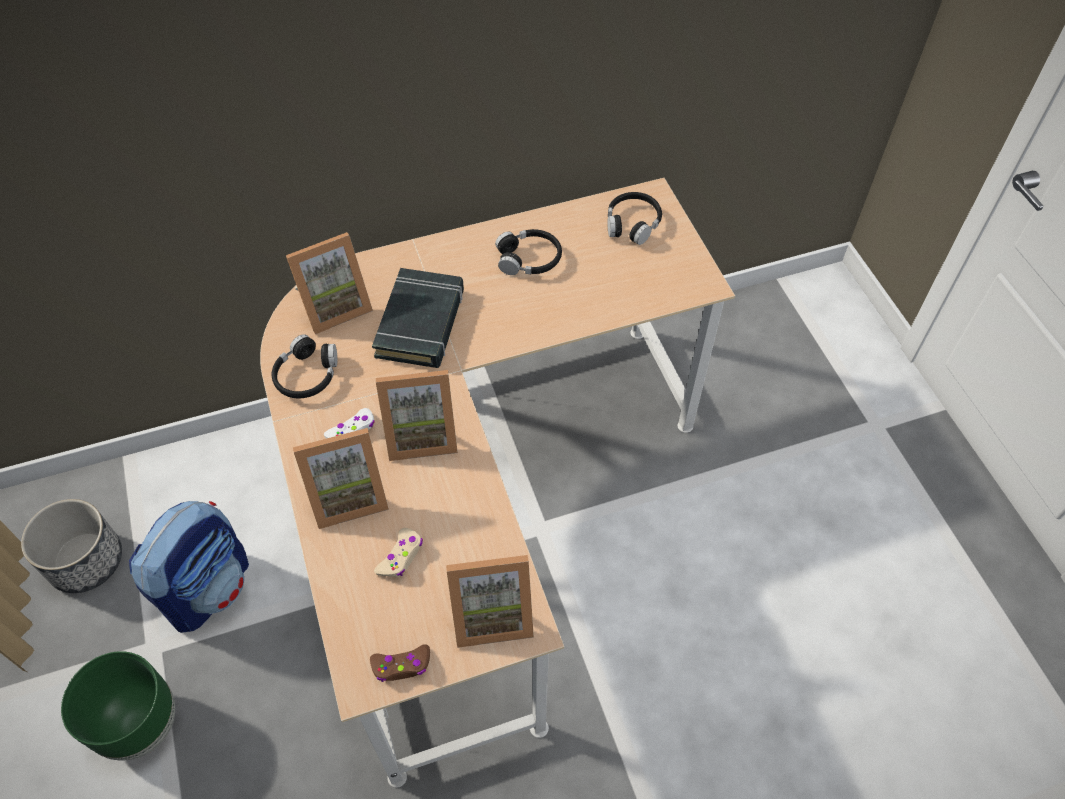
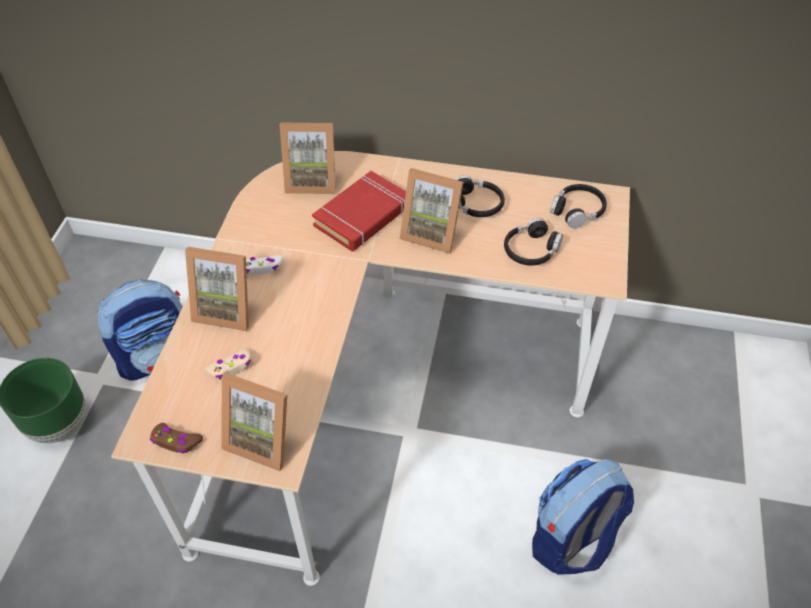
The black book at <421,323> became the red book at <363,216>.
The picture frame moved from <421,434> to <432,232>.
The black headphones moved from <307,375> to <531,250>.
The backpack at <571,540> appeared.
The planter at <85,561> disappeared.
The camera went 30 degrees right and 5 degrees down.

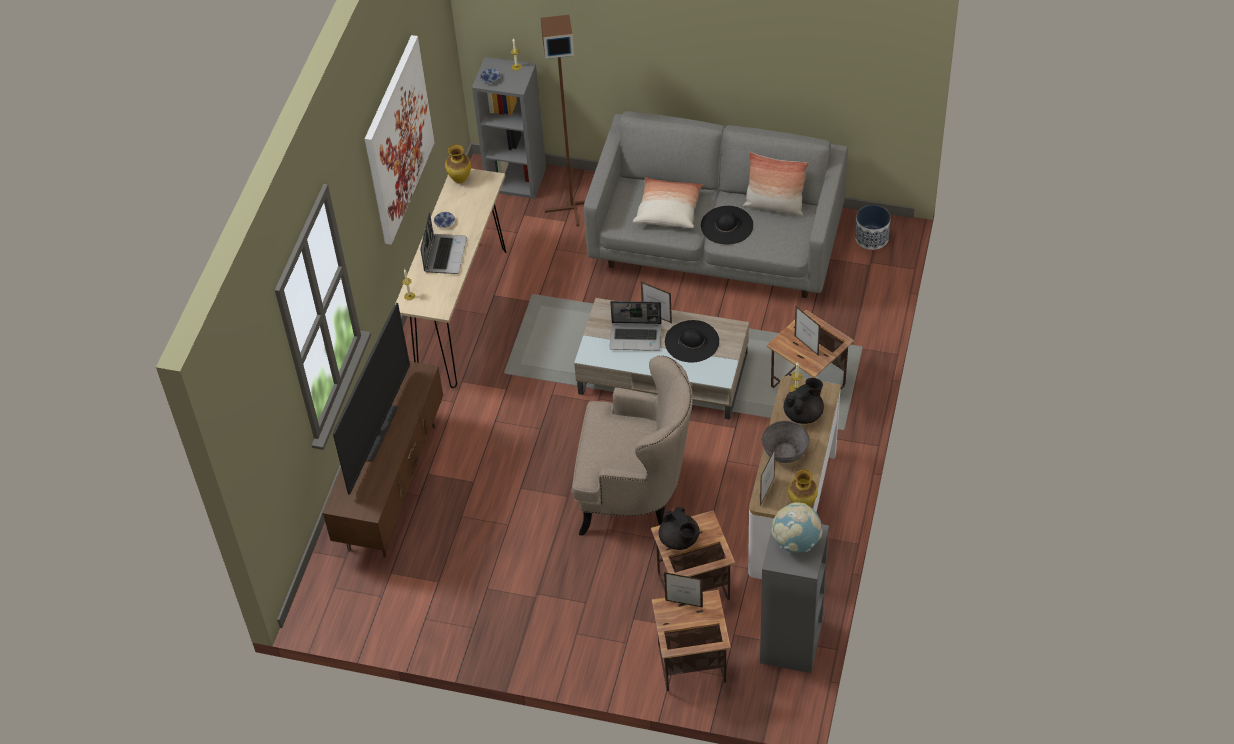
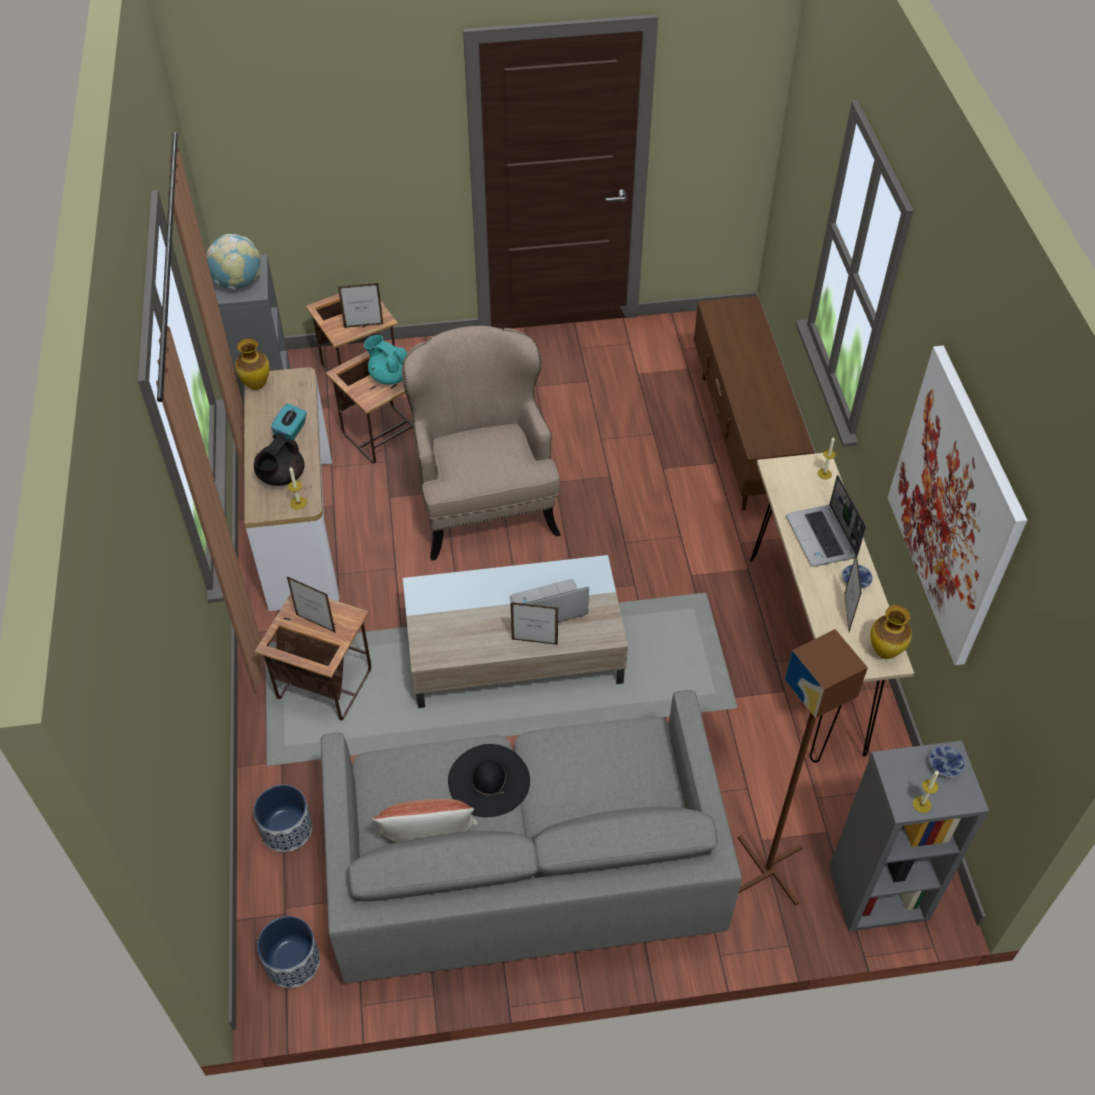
The planter at <287,830> appeared.
The grey bowl at <785,452> was replaced by the turquoise tissue box at <291,430>.
The black teapot at <679,540> became the turquoise teapot at <390,376>.
The beige armchair at <635,493> turned 90 degrees clockwise.
The picture frame moved from <767,491> to <846,613>.
The television at <379,433> disappeared.
The pillow at <668,210> disappeared.
The black hat at <692,341> disappeared.
The camera went 155 degrees right and 0 degrees up.

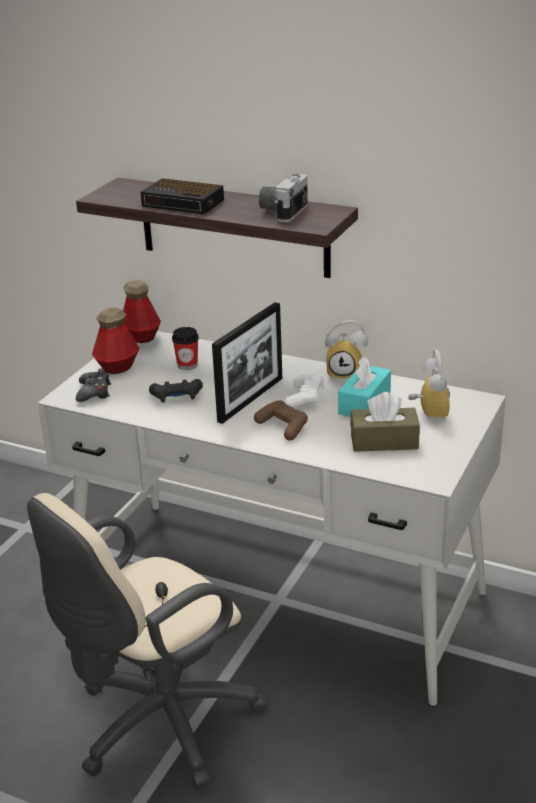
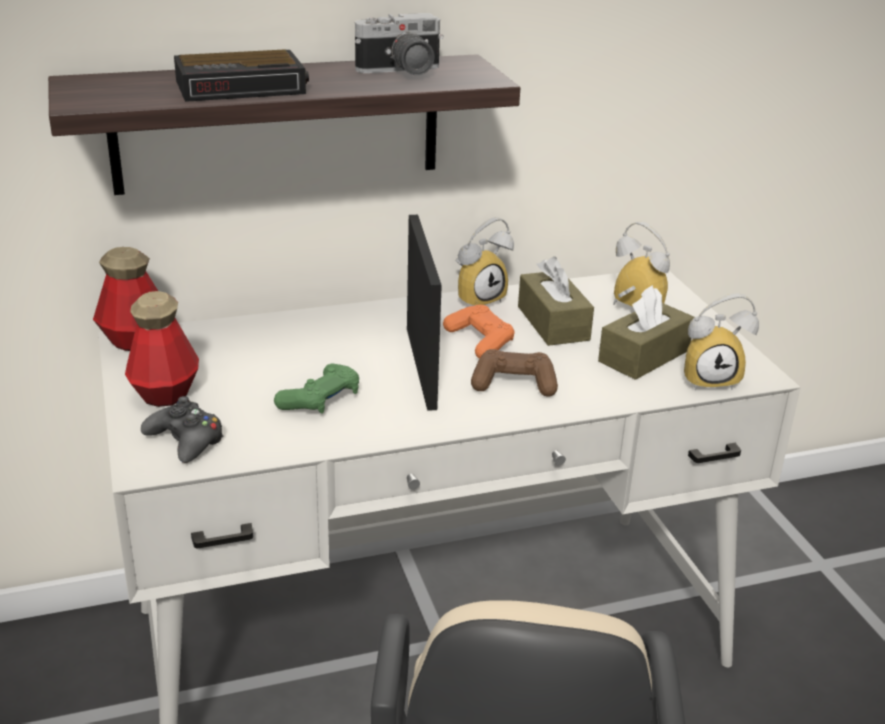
The black game controller at <177,397> became the green game controller at <320,400>.
The photo camera at <282,211> turned 90 degrees counterclockwise.
The white game controller at <305,397> became the orange game controller at <480,341>.
The turquoise tissue box at <364,403> became the brown tissue box at <553,323>.
The alarm clock at <710,379> appeared.
The cup at <187,365> disappeared.
The camera went 45 degrees left and 0 degrees up.

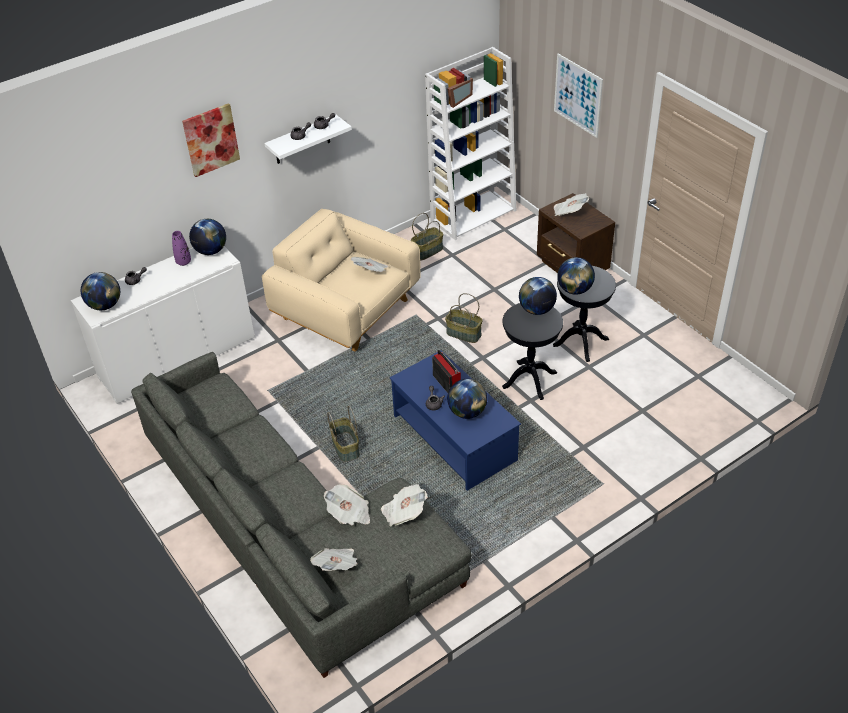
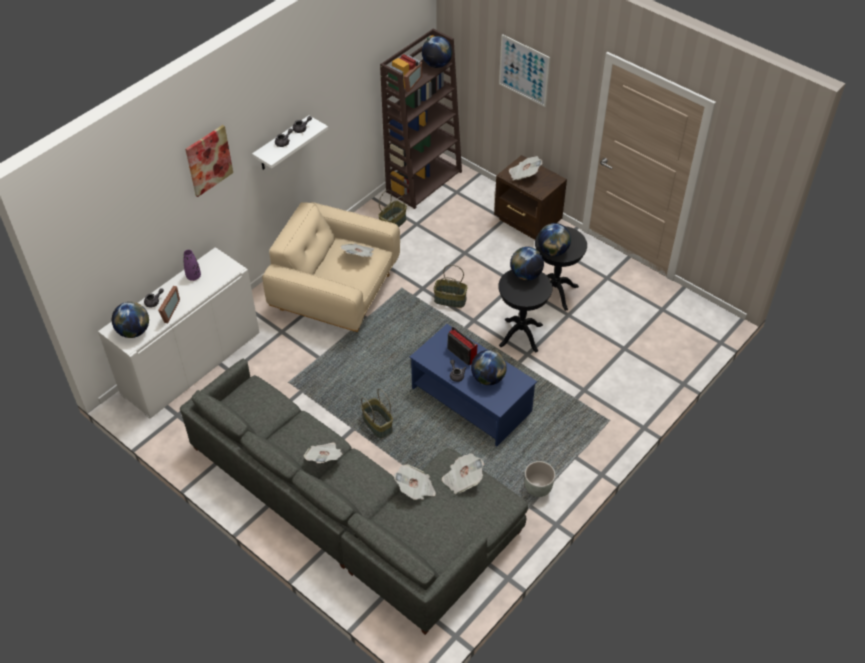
The picture frame at <168,312> appeared.
The newspaper moved from <337,566> to <324,458>.
The white bookcase at <473,214> became the brown bookcase at <424,181>.
The globe moved from <211,251> to <437,65>.
The grey planter at <538,489> appeared.
The camera went 15 degrees left and 5 degrees up.

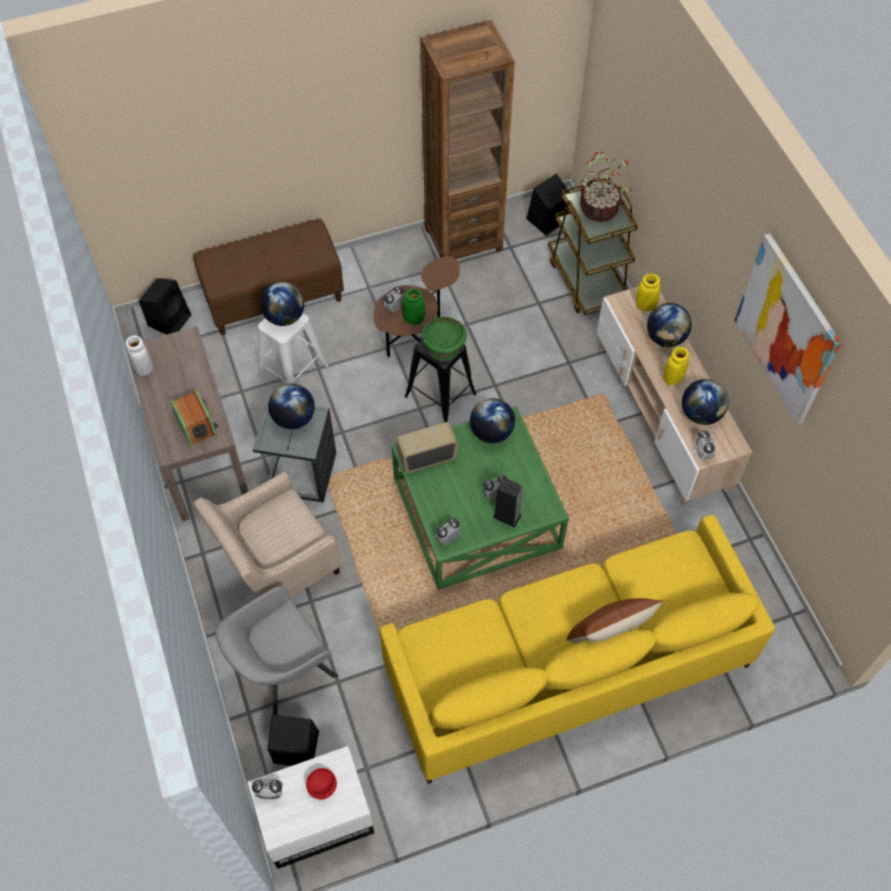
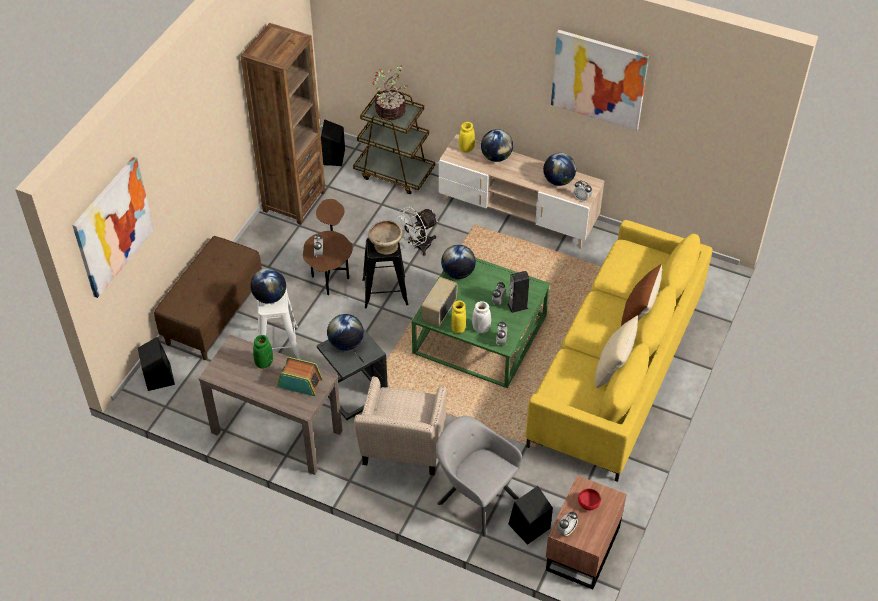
The picture at <113,226> appeared.
The green vase moved from <414,319> to <264,363>.
The green bowl at <444,347> became the beige bowl at <386,245>.
The white fan at <418,246> appeared.
The grey armchair at <282,672> turned 120 degrees clockwise.
The yellow vase moved from <672,378> to <458,328>.
The white vase moved from <143,368> to <481,328>.
The white nightstand at <314,817> became the brown nightstand at <581,549>.
The beige pillow at <613,368> appeared.
The camera went 45 degrees left and 10 degrees down.

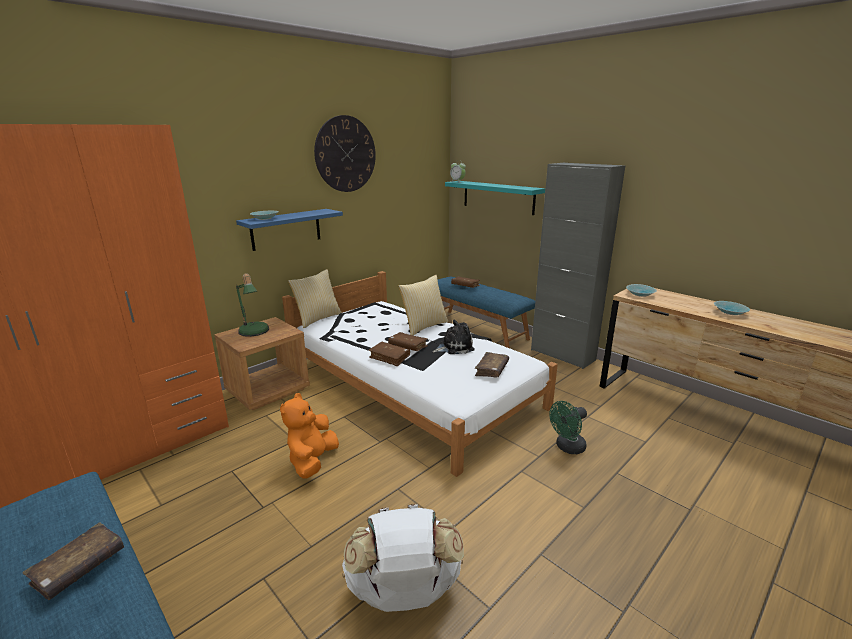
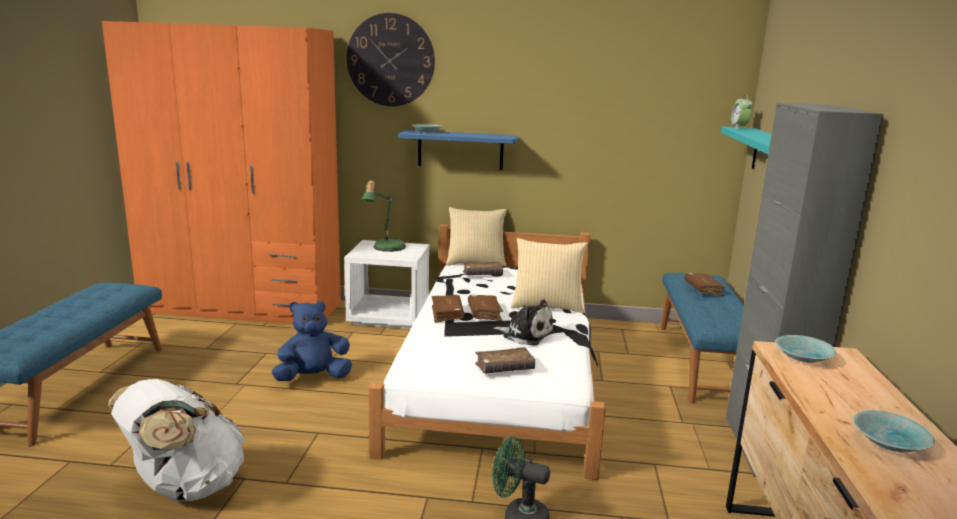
The orange plush toy at <312,461> became the blue plush toy at <313,378>.
The brown nightstand at <268,390> became the white nightstand at <389,316>.
The wall clock moved from <345,154> to <390,60>.
The brown book moved from <79,567> to <482,274>.
The camera went 50 degrees right and 5 degrees down.

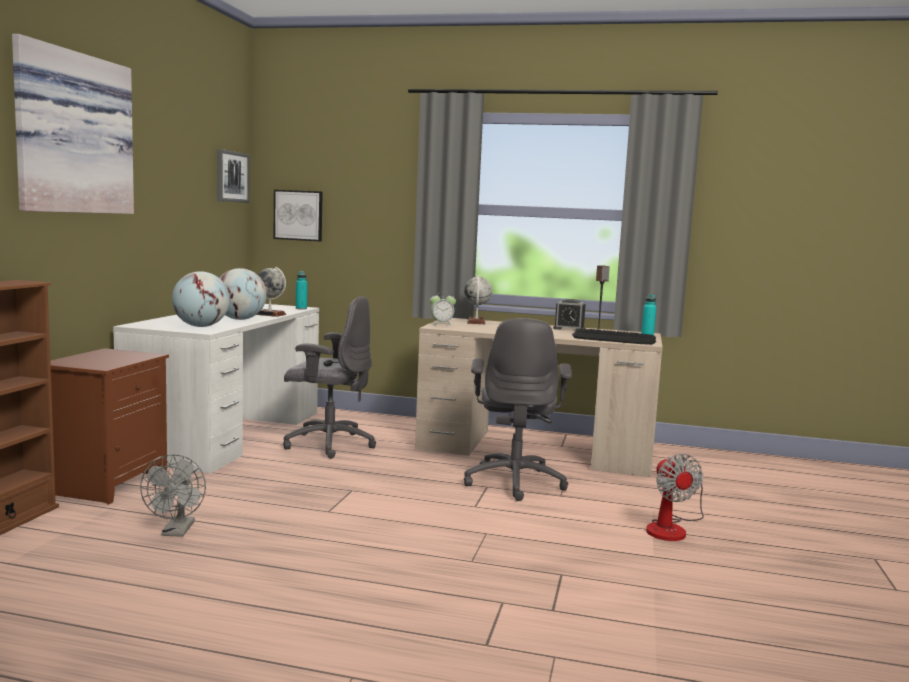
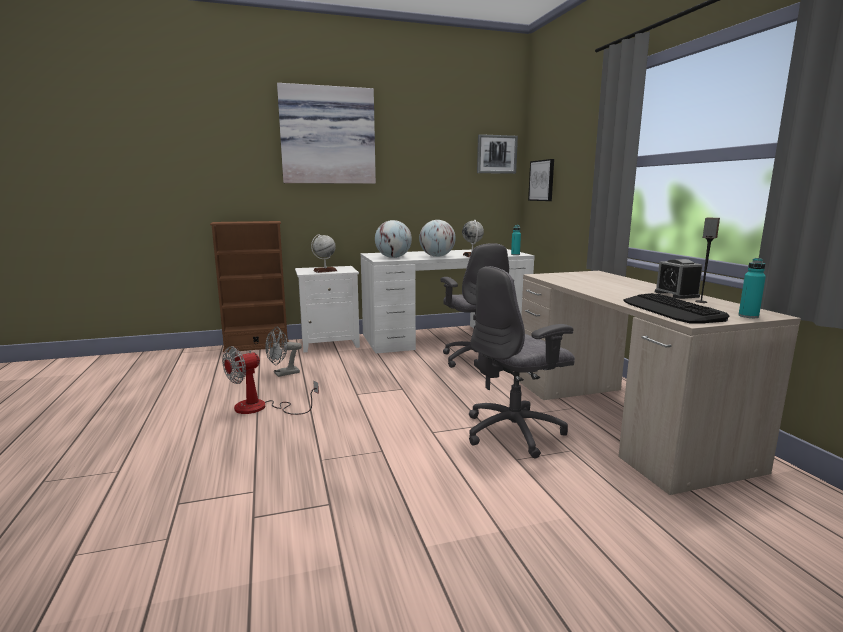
The fan moved from <672,528> to <261,408>.
The brown nightstand at <108,483> became the white nightstand at <330,343>.
The globe moved from <476,322> to <325,271>.
The alarm clock at <442,324> disappeared.
The camera went 60 degrees right and 5 degrees up.

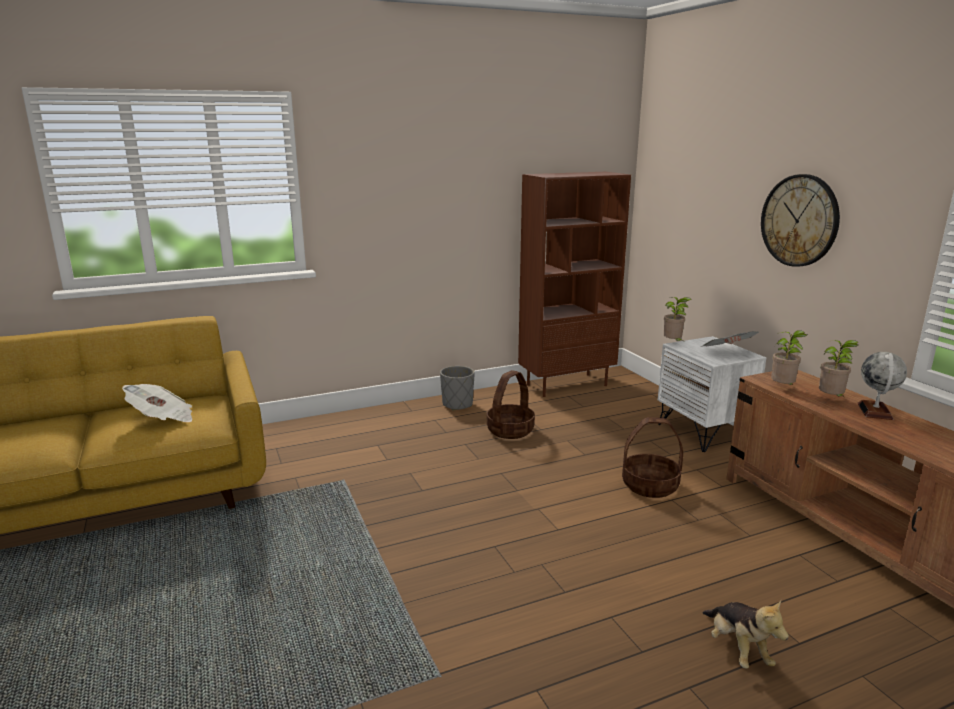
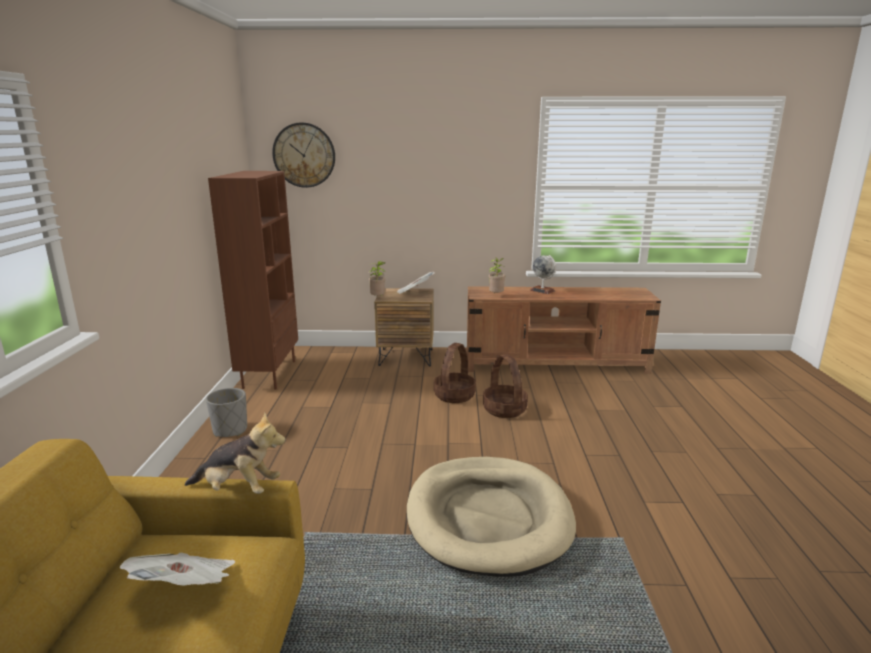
The plush toy moved from <737,649> to <239,489>.
The wall clock moved from <799,220> to <304,155>.
The white nightstand at <703,432> became the brown nightstand at <406,357>.
The beige dog bed at <488,518> appeared.
The basket moved from <510,430> to <505,409>.
The potted plant at <831,399> disappeared.
The camera went 65 degrees left and 0 degrees up.

